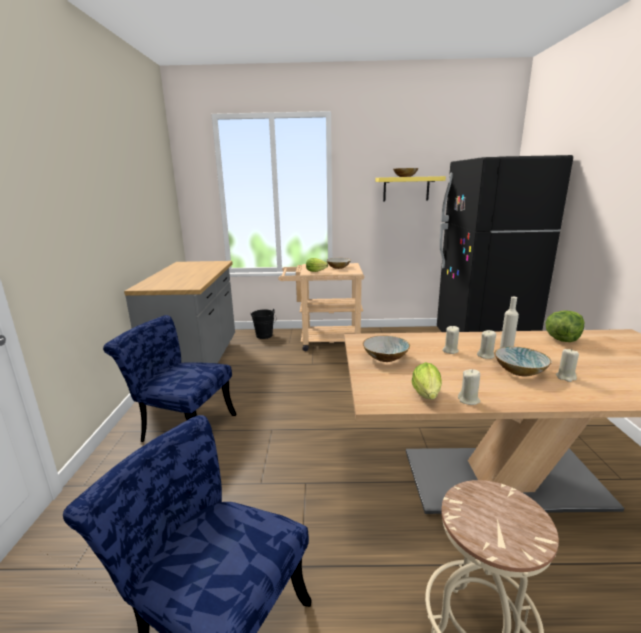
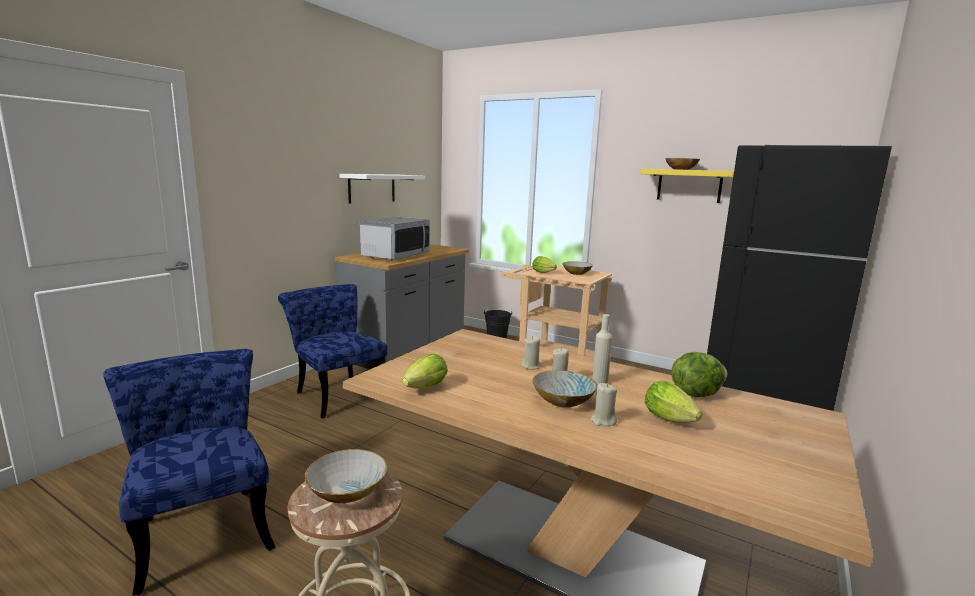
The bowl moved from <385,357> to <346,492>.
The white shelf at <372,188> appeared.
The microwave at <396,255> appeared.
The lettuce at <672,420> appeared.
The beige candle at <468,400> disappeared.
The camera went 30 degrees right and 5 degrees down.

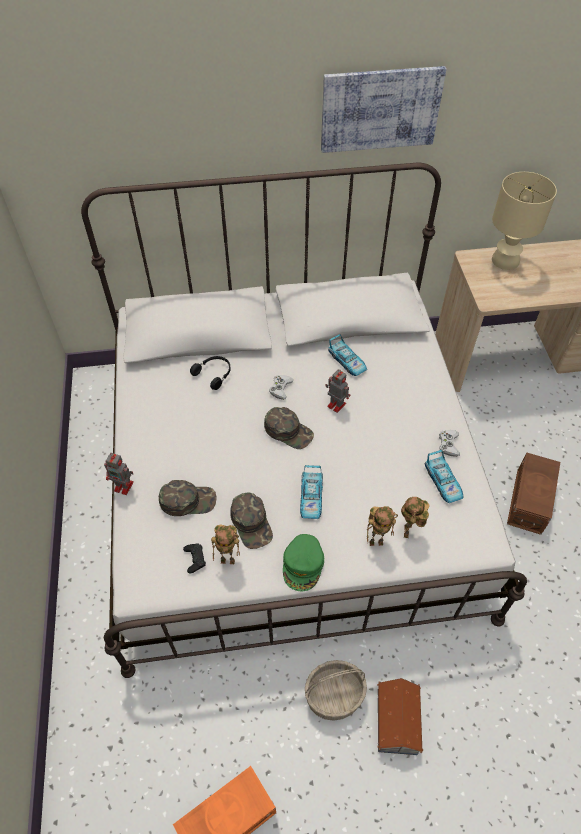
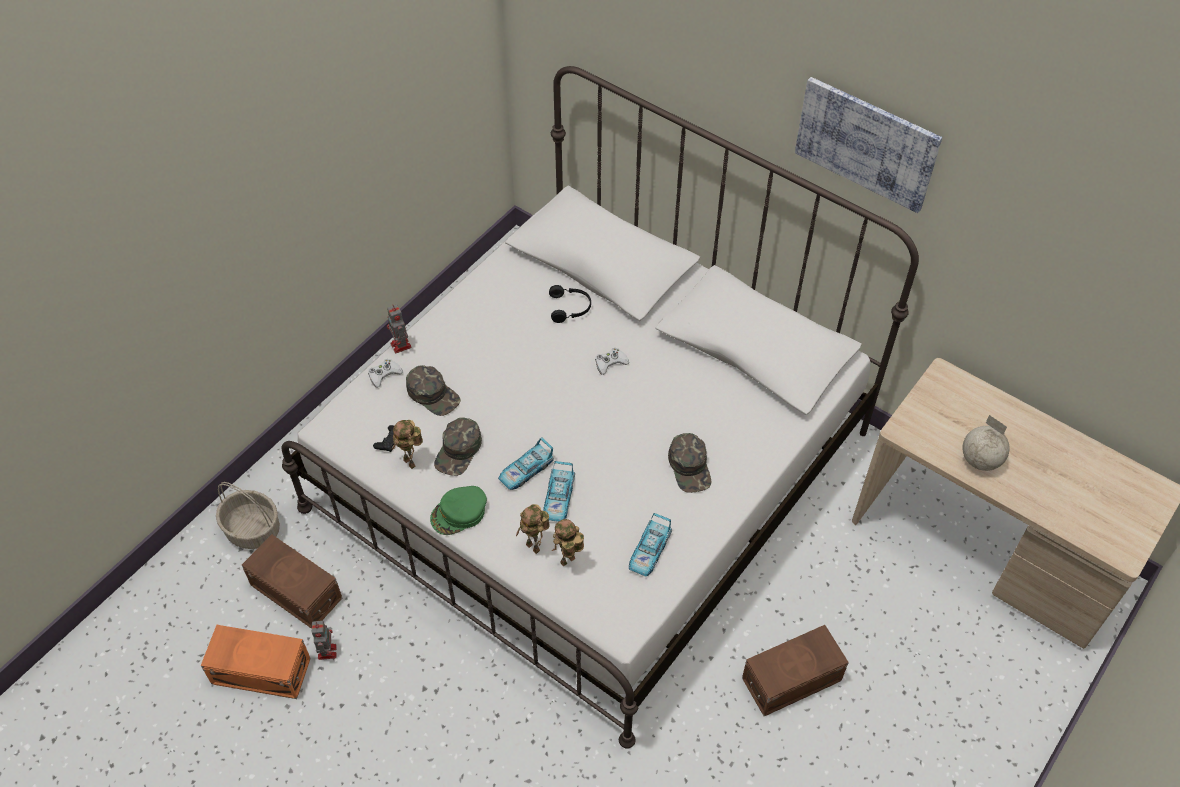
The basket moved from <334,695> to <254,530>.
The brown storage box at <296,590> appeared.
The toy robot moved from <335,404> to <327,650>.
The white game controller moved from <448,444> to <384,374>.
The toy car moved from <347,361> to <558,498>.
The green cap moved from <288,431> to <690,467>.
The globe at <980,460> appeared.
The toy house at <396,721> disappeared.
The beige table lamp at <505,261> disappeared.
The camera went 45 degrees right and 0 degrees up.

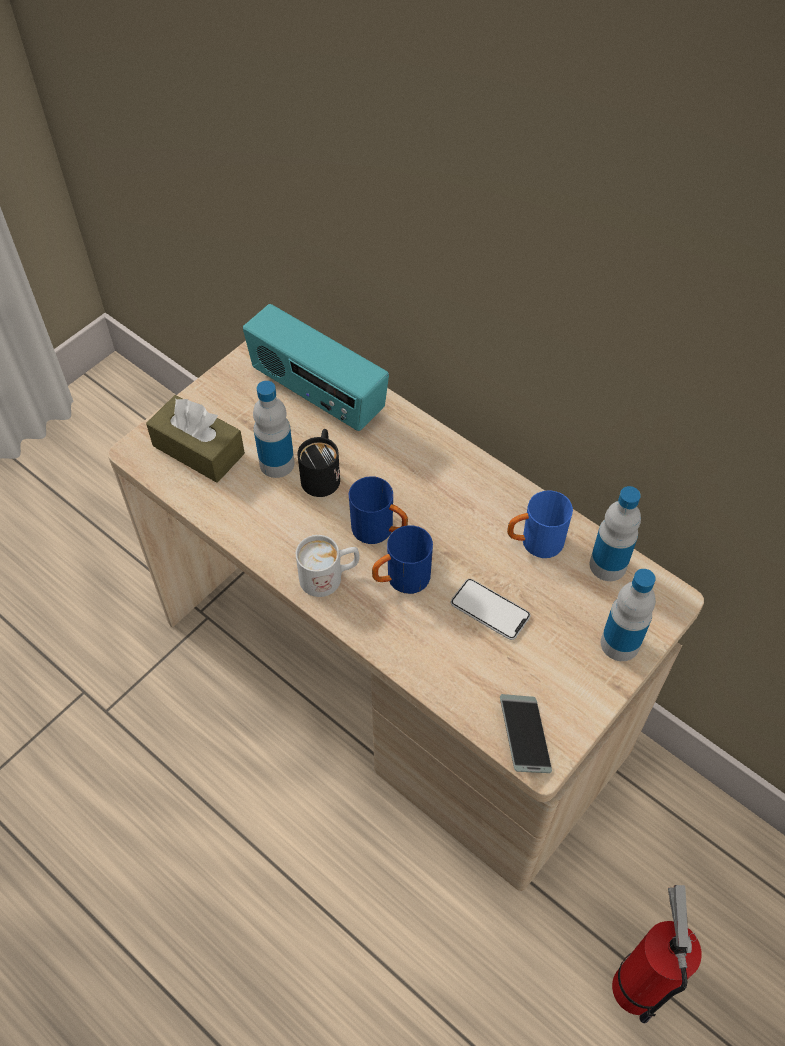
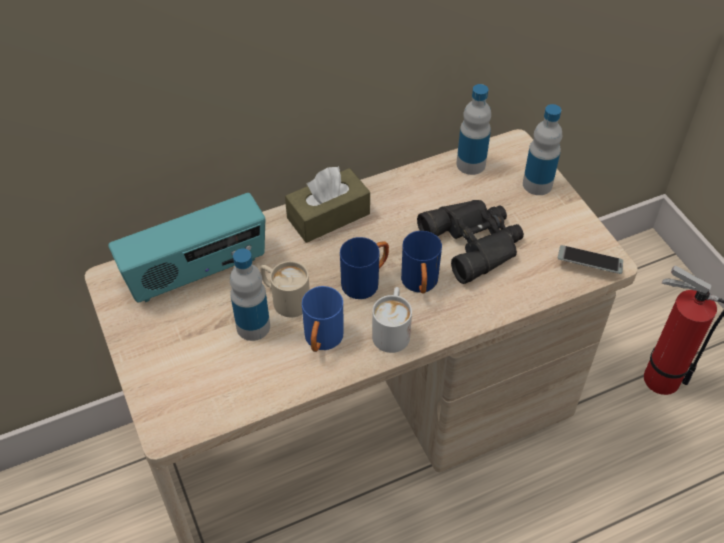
The black mug at <322,473> became the beige mug at <284,299>.
The brown tissue box moved from <198,449> to <328,216>.
The blue mug moved from <534,543> to <322,341>.
The phone at <490,610> was replaced by the black binoculars at <475,242>.
The camera went 65 degrees left and 5 degrees down.

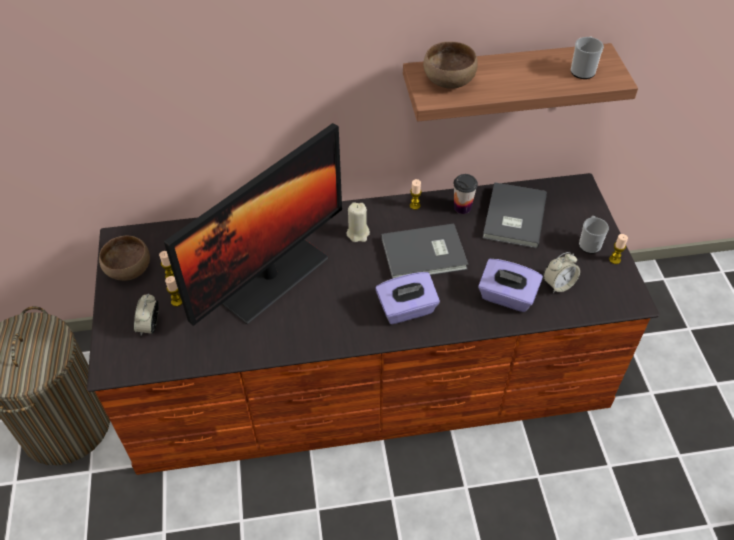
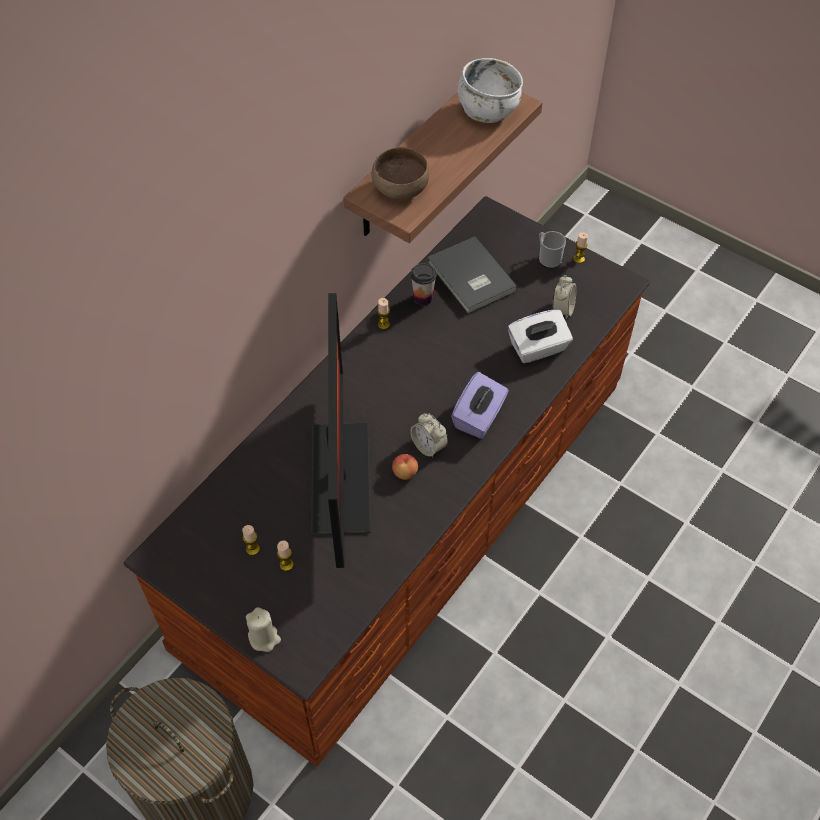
The beige candle moved from <358,233> to <264,638>.
The apple at <405,472> appeared.
The alarm clock moved from <150,326> to <429,446>.
The mug at <583,70> was replaced by the white bowl at <487,111>.
The purple tissue box at <506,297> became the white tissue box at <538,348>.
The brown bowl at <128,270> disappeared.
The grey book at <425,255> disappeared.
The camera went 45 degrees left and 5 degrees up.

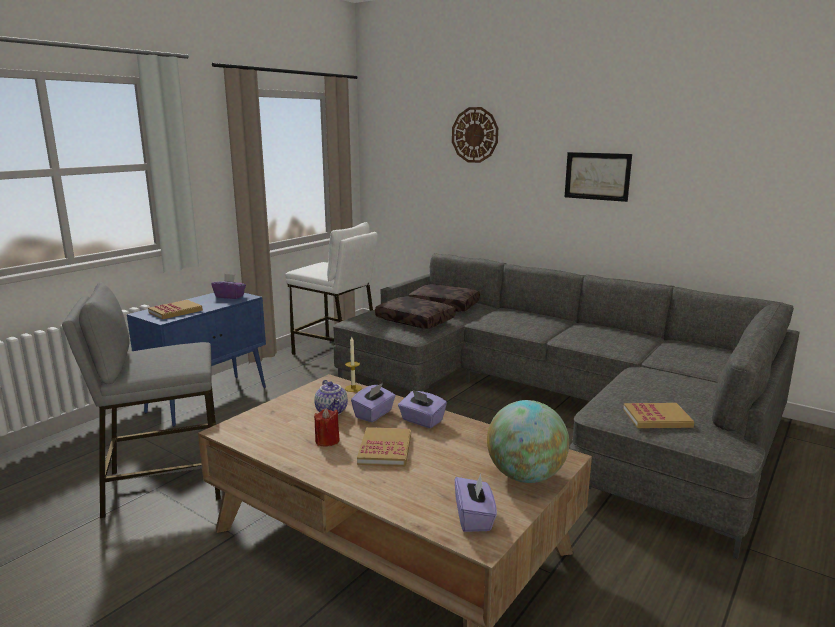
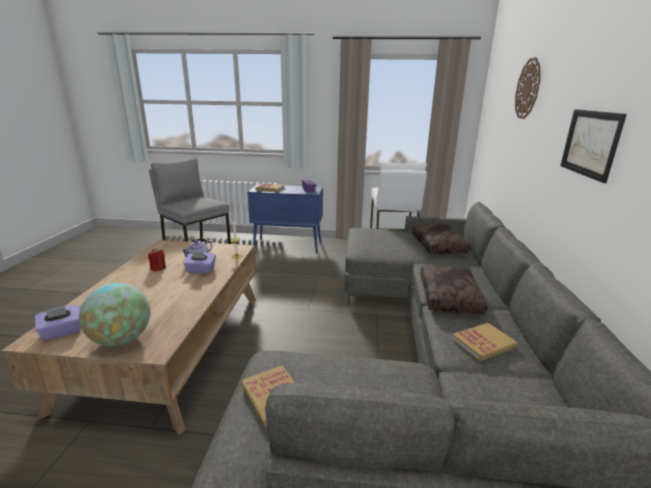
The brown pillow moved from <416,320> to <450,297>.
The book moved from <385,449> to <483,343>.
The purple tissue box at <421,421> disappeared.
The camera went 60 degrees right and 5 degrees up.

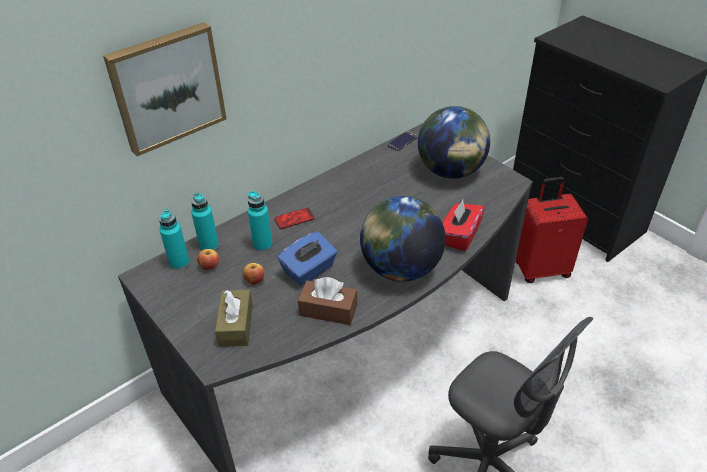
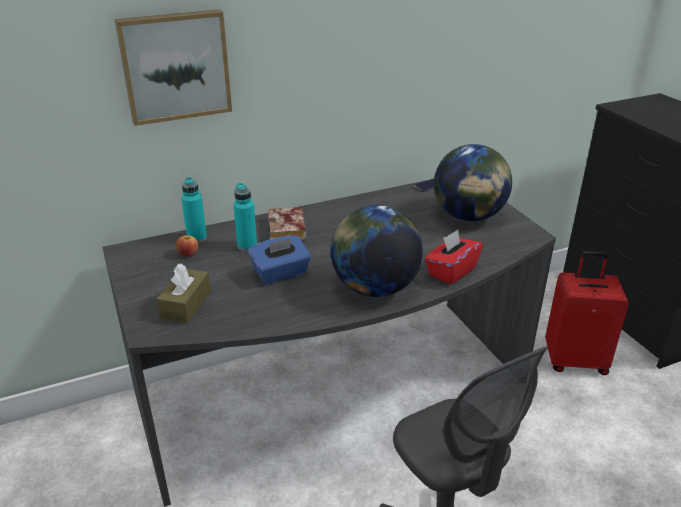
The phone at <294,219> was replaced by the book at <288,230>.
The turquoise bottle at <179,263> disappeared.
The apple at <254,280> disappeared.
The brown tissue box at <328,310> disappeared.
The camera went 15 degrees right and 10 degrees down.

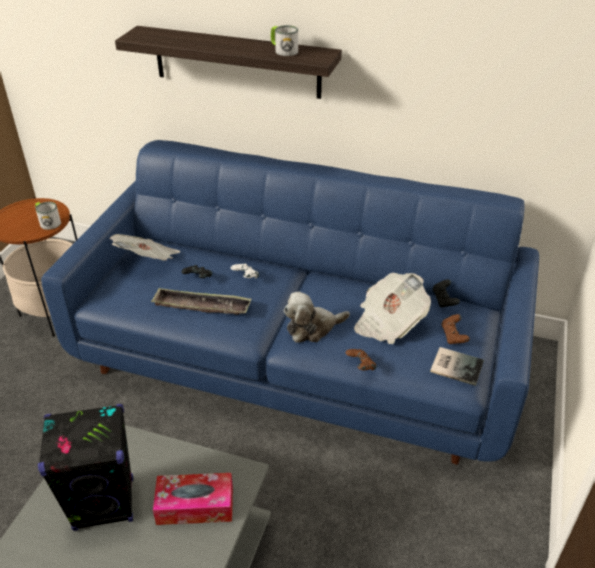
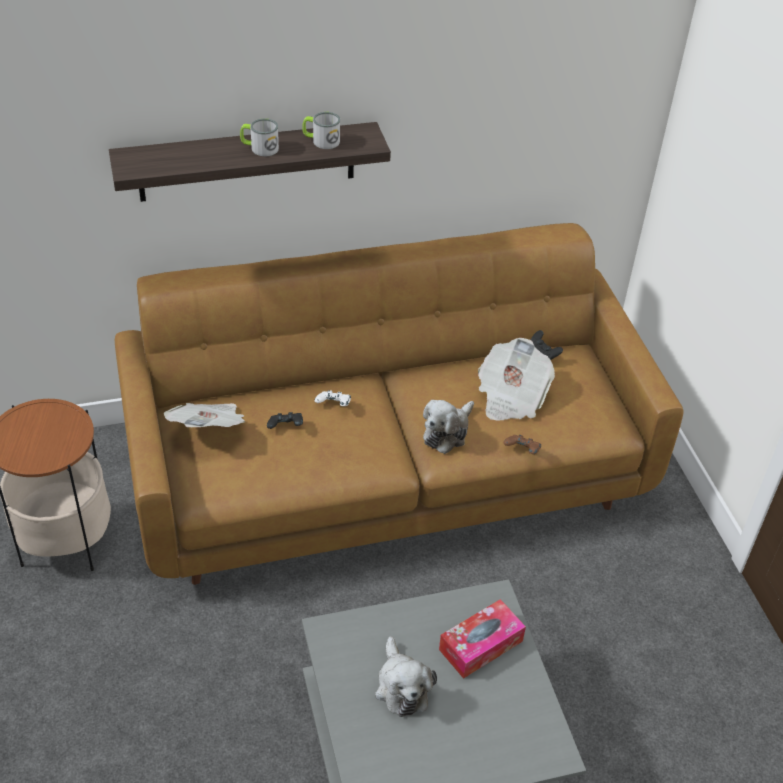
The blue sofa at <297,355> became the brown sofa at <387,469>.
The mug moved from <48,222> to <259,148>.
The black speaker at <105,504> was replaced by the plush toy at <401,686>.
The tray at <201,306> disappeared.
The book at <455,365> disappeared.
The brown game controller at <453,336> disappeared.
The camera went 35 degrees left and 5 degrees up.

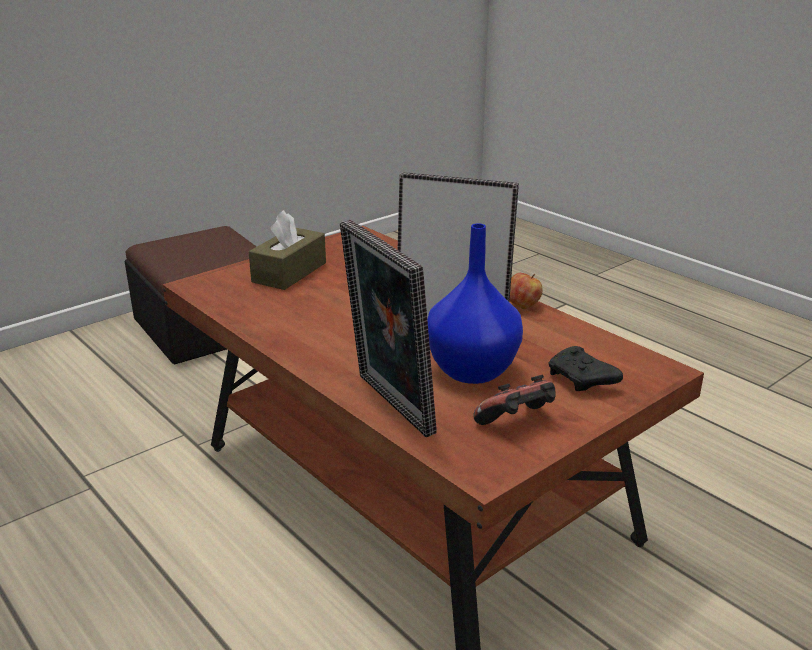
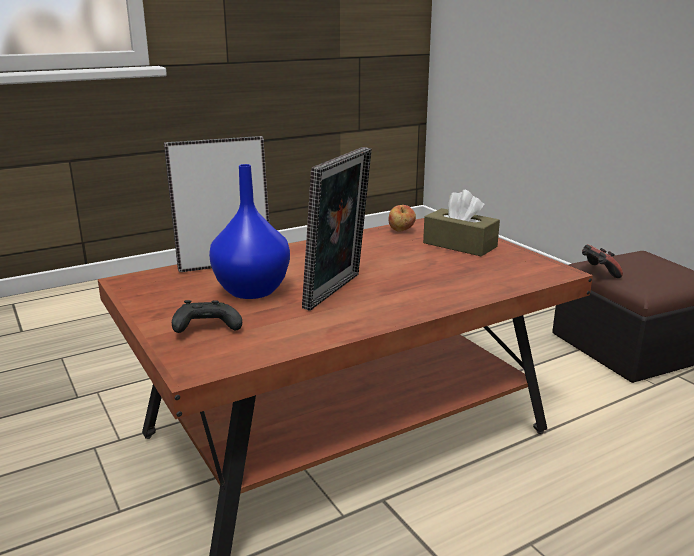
The apple moved from <523,306> to <401,231>.
The game controller moved from <517,423> to <598,273>.
The camera went 100 degrees right and 5 degrees down.

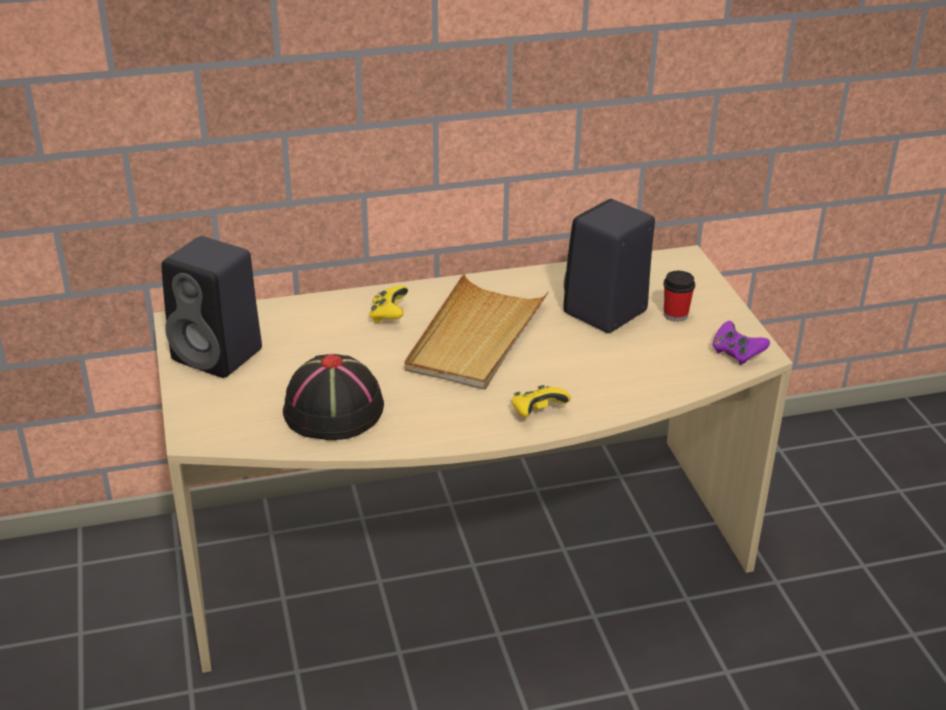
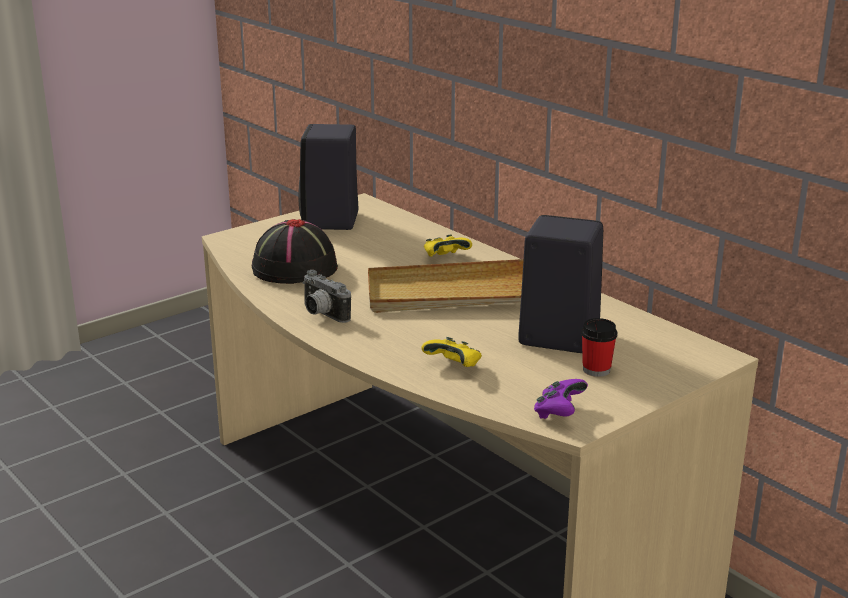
The photo camera at <321,315> appeared.
The yellow game controller moved from <537,412> to <454,366>.
The camera went 65 degrees right and 10 degrees down.

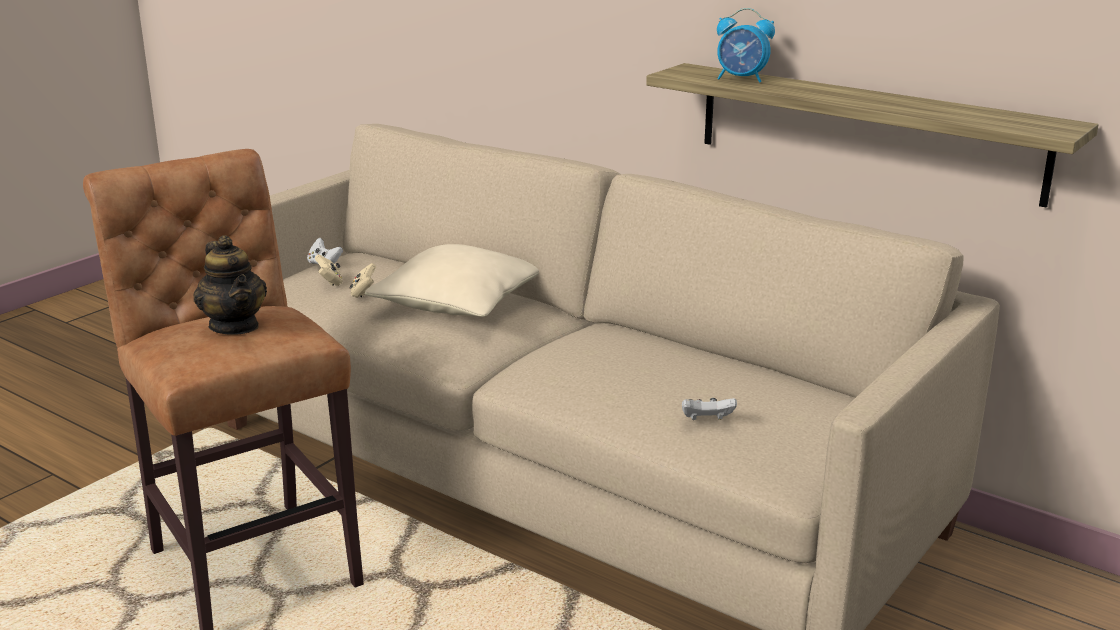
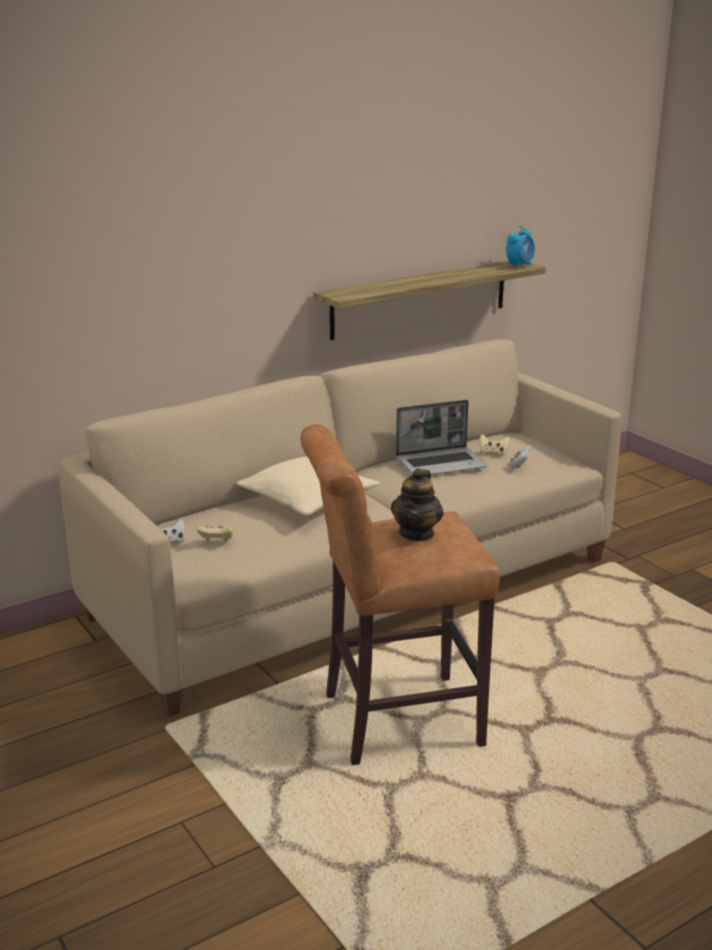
The teapot at <235,326> turned 120 degrees clockwise.
The laptop at <441,463> appeared.
The beige game controller moved from <363,292> to <493,453>.
The alarm clock moved from <741,79> to <519,266>.
The camera went 70 degrees left and 0 degrees up.

